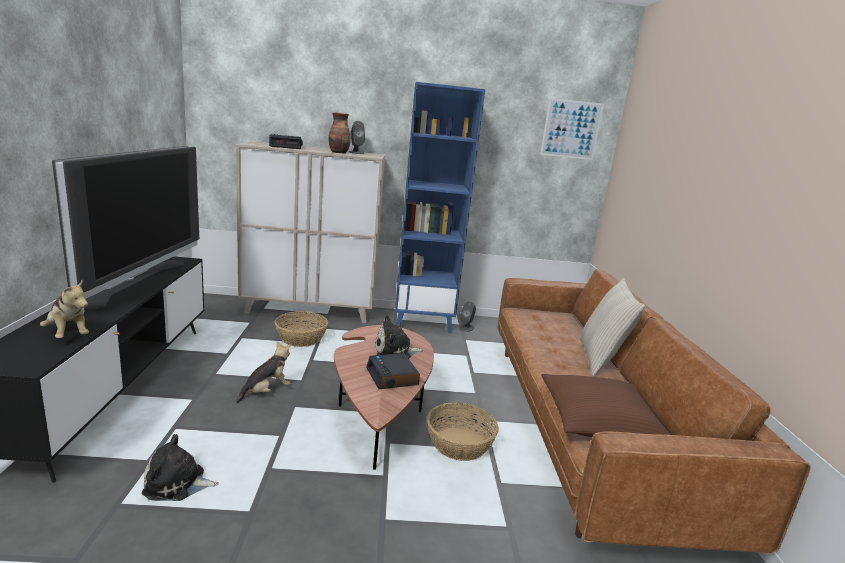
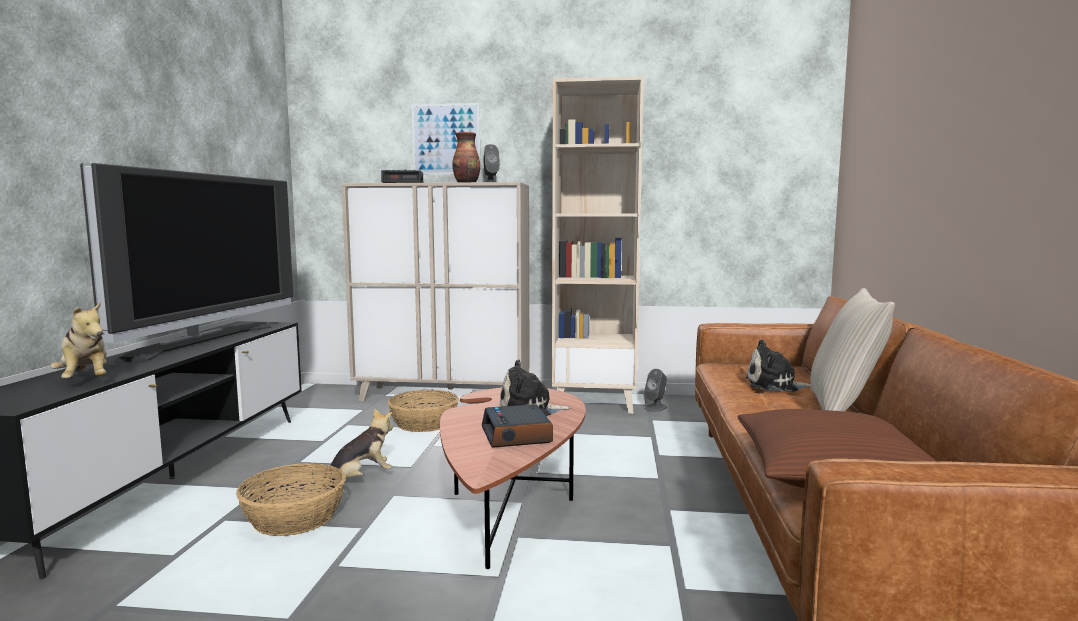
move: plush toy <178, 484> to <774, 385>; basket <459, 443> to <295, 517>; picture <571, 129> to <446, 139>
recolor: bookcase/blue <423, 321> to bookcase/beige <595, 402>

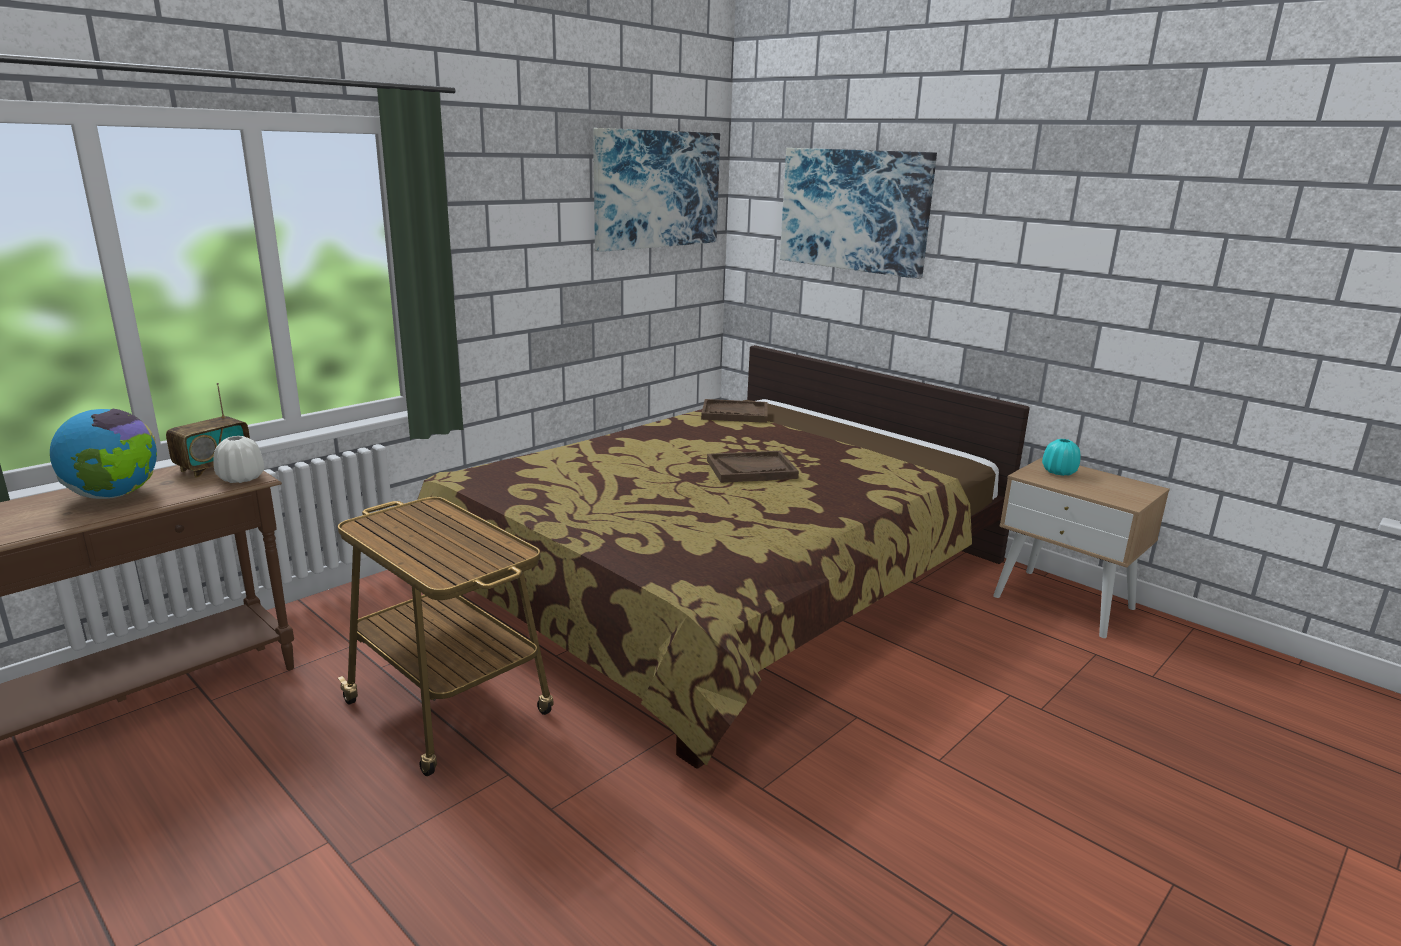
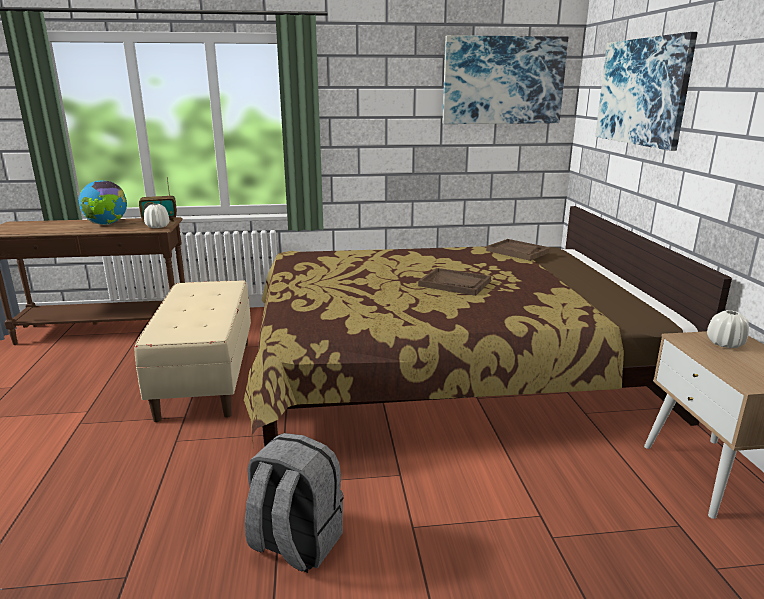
insert: backpack/grey <295, 543>
replace: cart <450, 710> to bench/beige <207, 378>
recolor: vase/turquoise <1059, 472> to vase/white <725, 344>

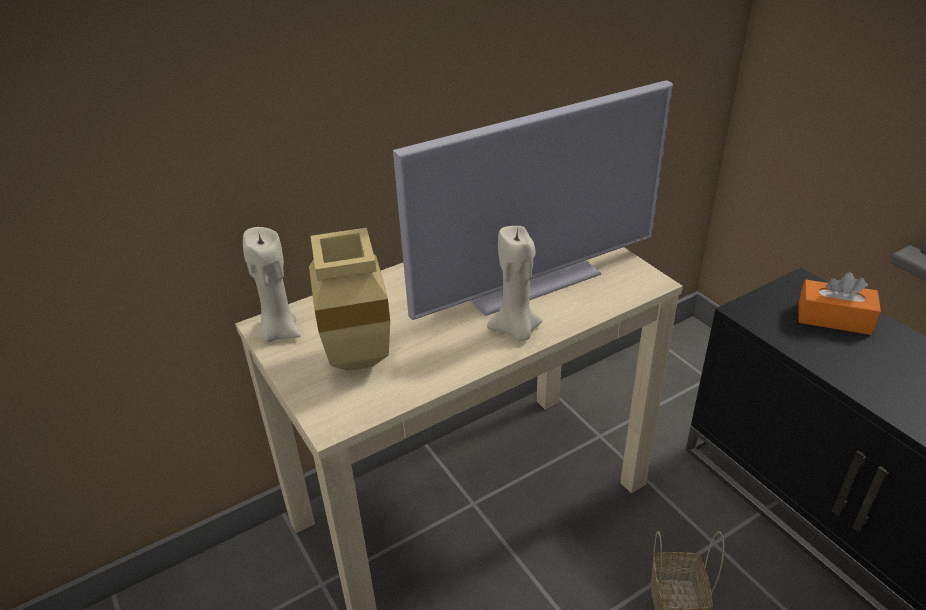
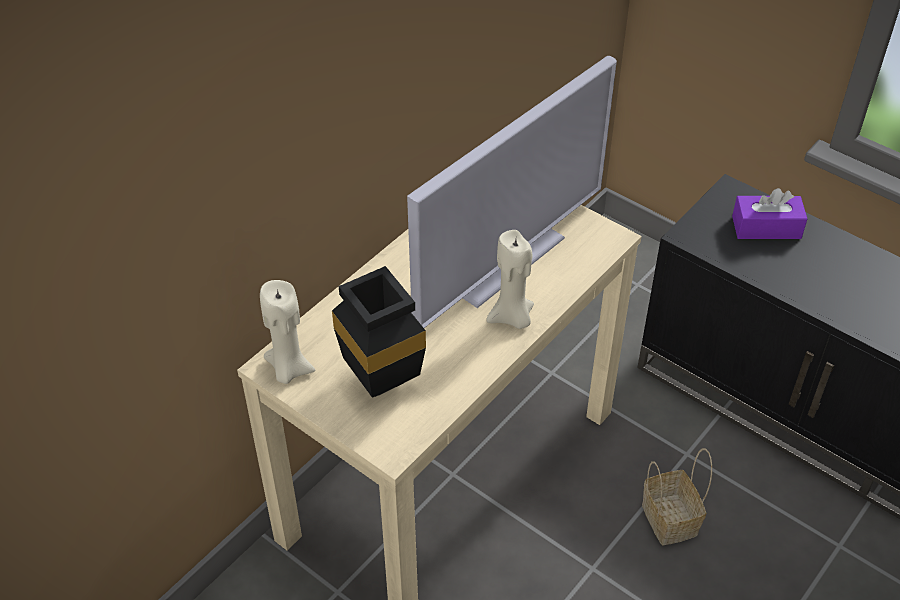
recolor: vase/beige <355, 357> to vase/black <378, 380>; tissue box/orange <834, 318> to tissue box/purple <766, 227>

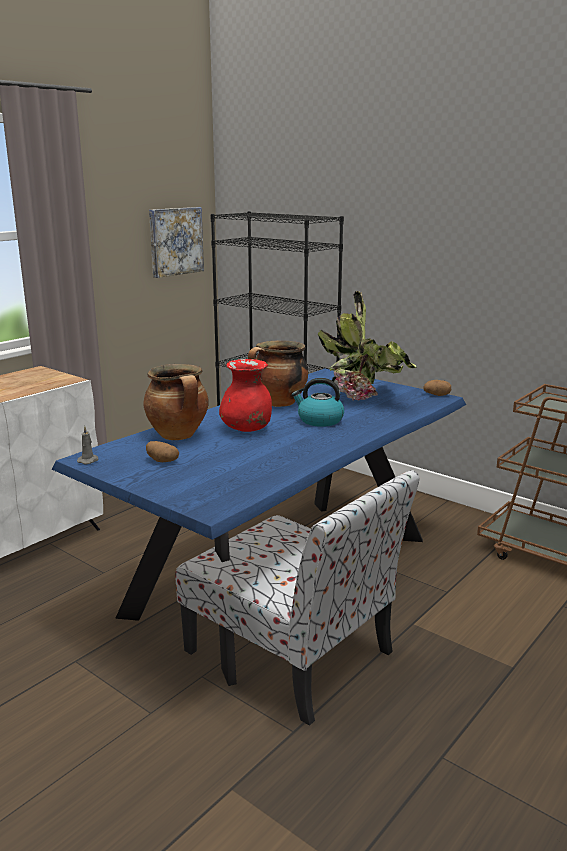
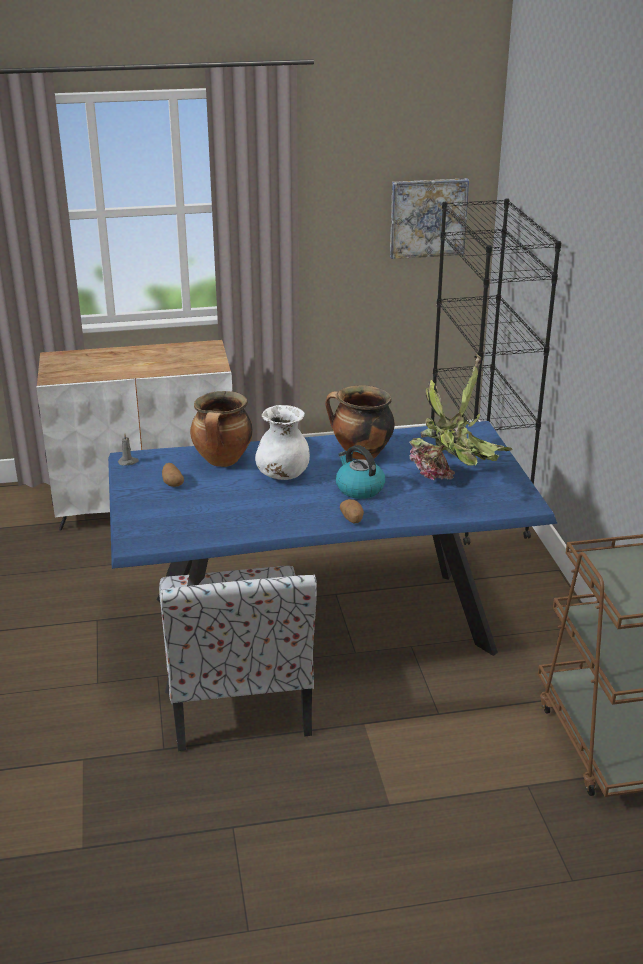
move: potato <437, 395> to <352, 519>
recolor: vase/red <247, 429> to vase/white <283, 475>

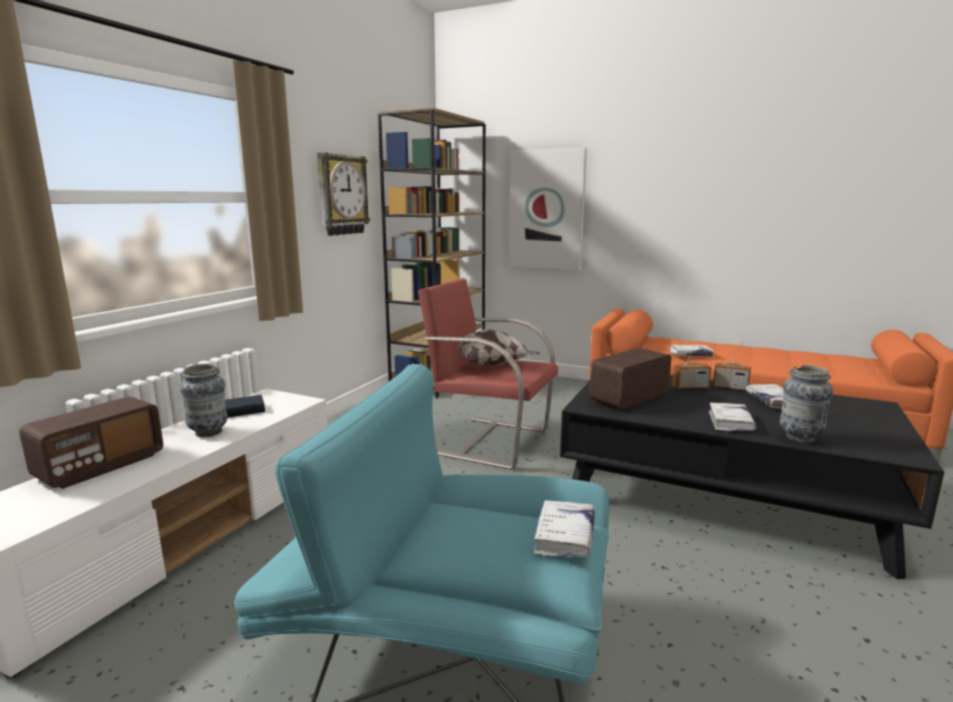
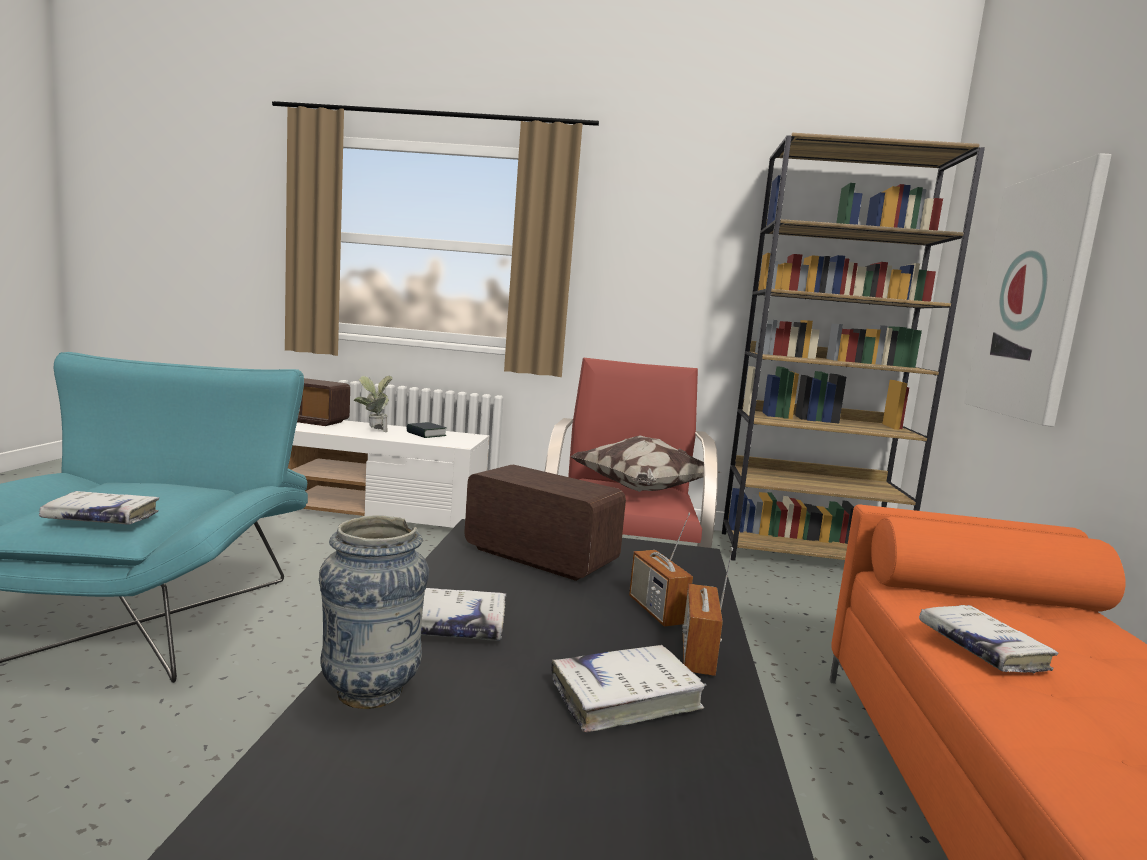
delete: wall clock <341, 195>
replace: vase <208, 432> to potted plant <373, 431>

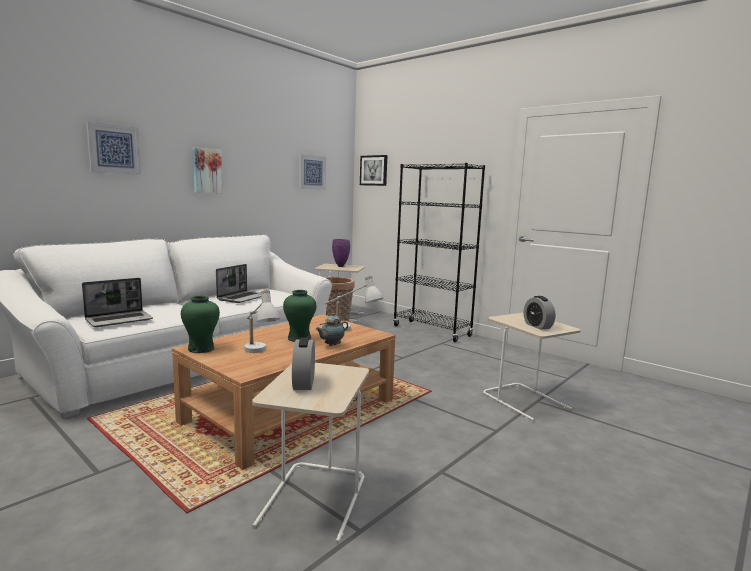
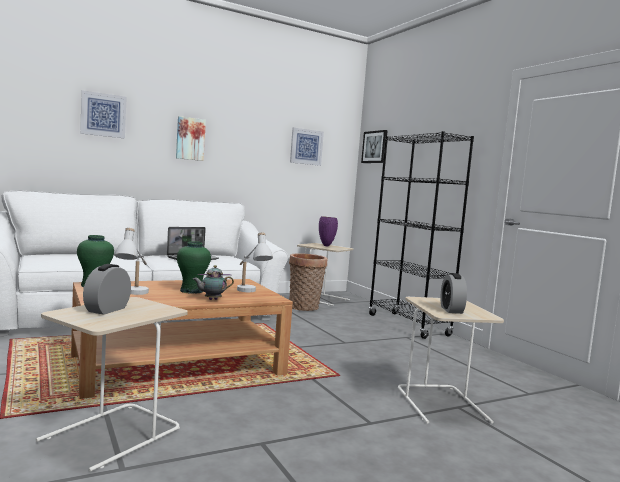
delete: laptop <120, 320>

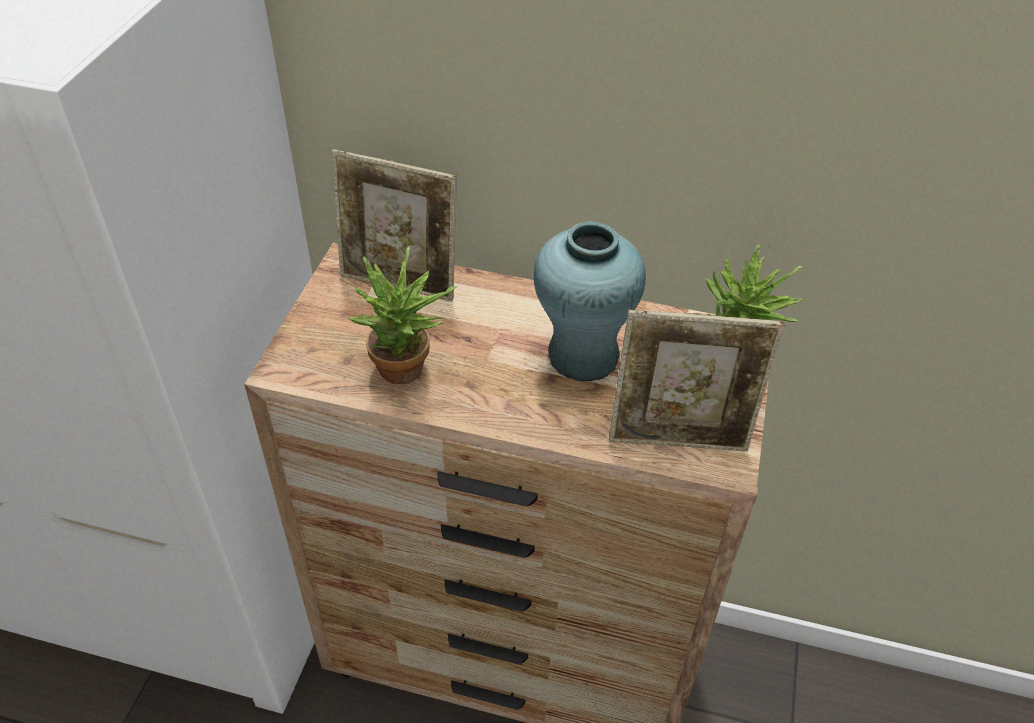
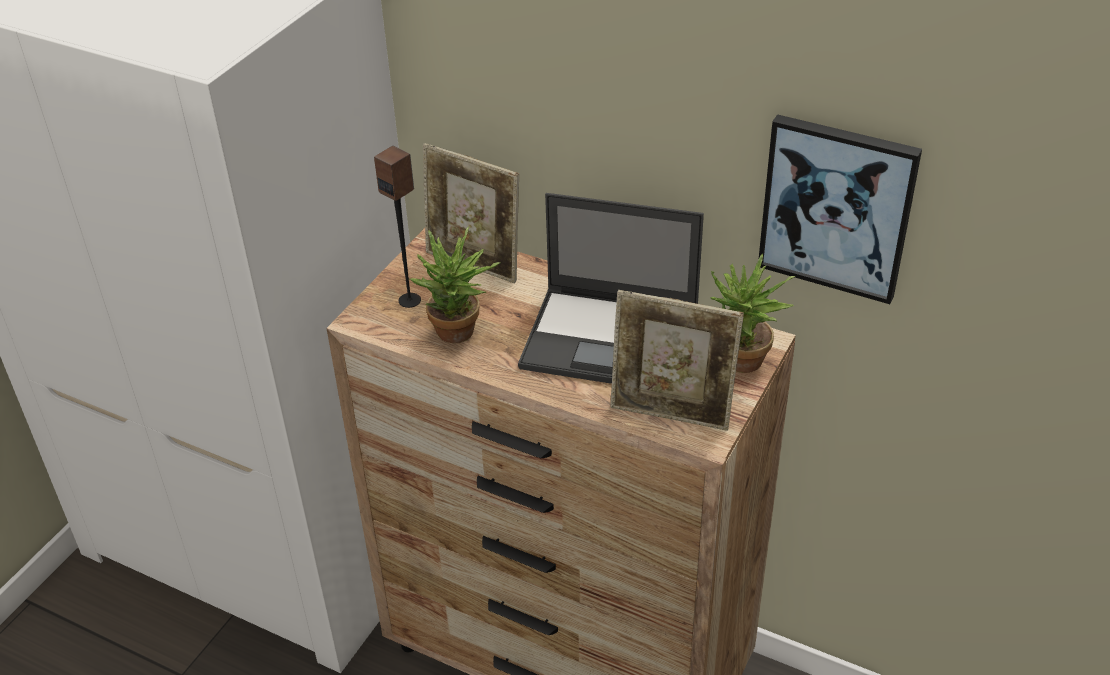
insert: speaker <410, 300>; picture <837, 207>
replace: vase/turquoise <582, 356> to laptop <612, 339>

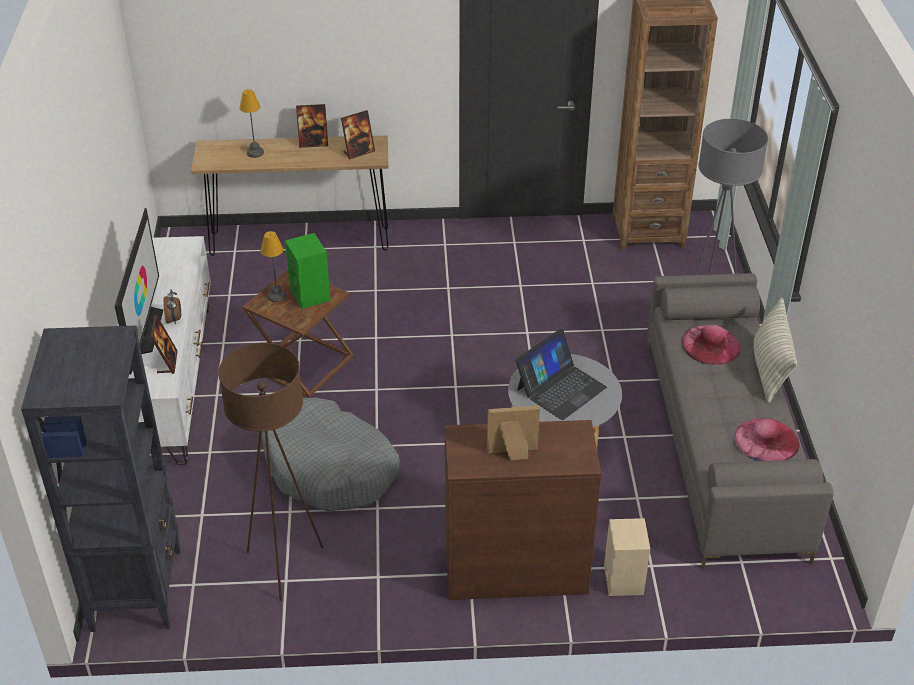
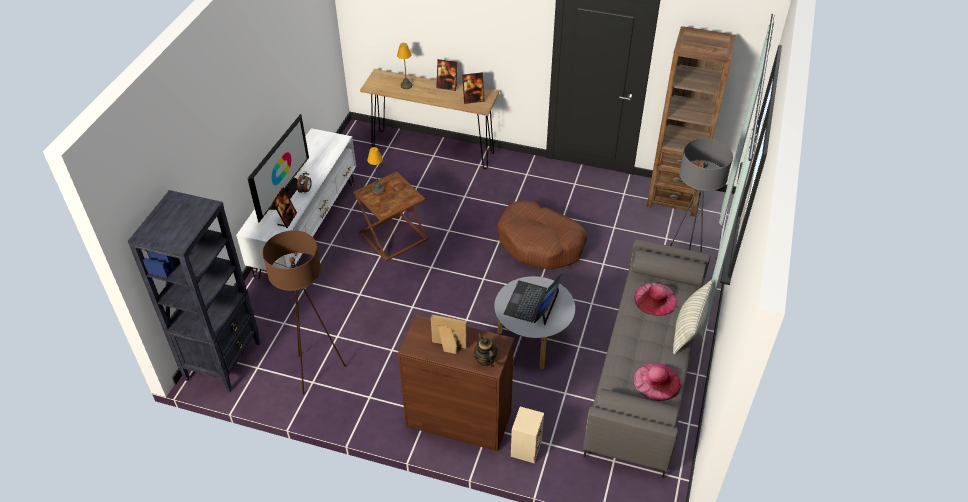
delete: dog bed/grey <330, 468>; speaker/green <311, 295>
insert: teapot <485, 360>; dog bed/brown <540, 243>
rotate: laptop <560, 388> = <532, 303> 135 degrees clockwise

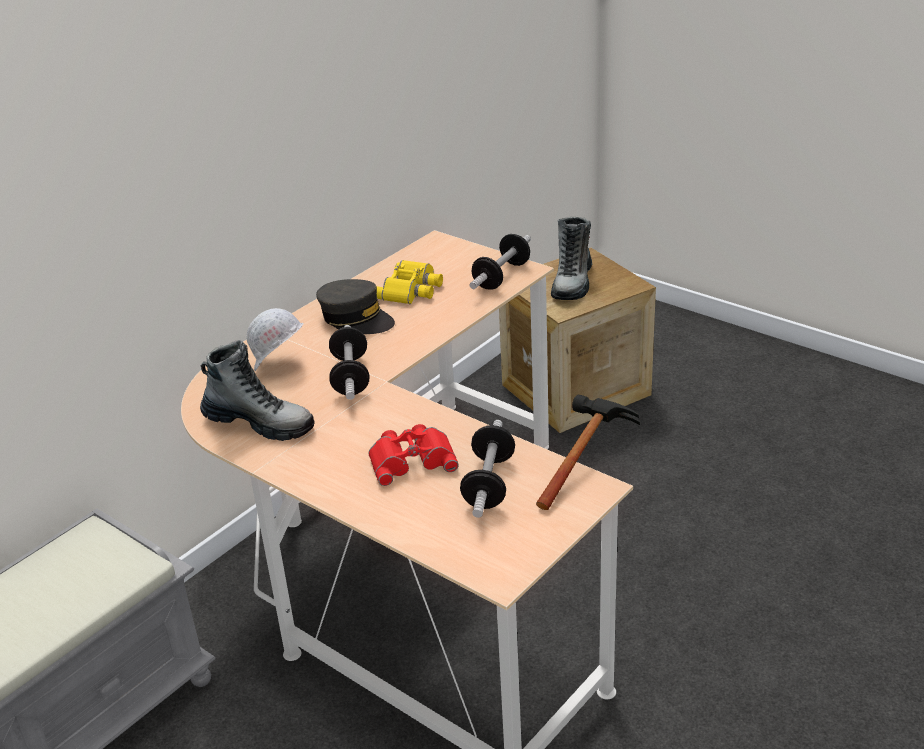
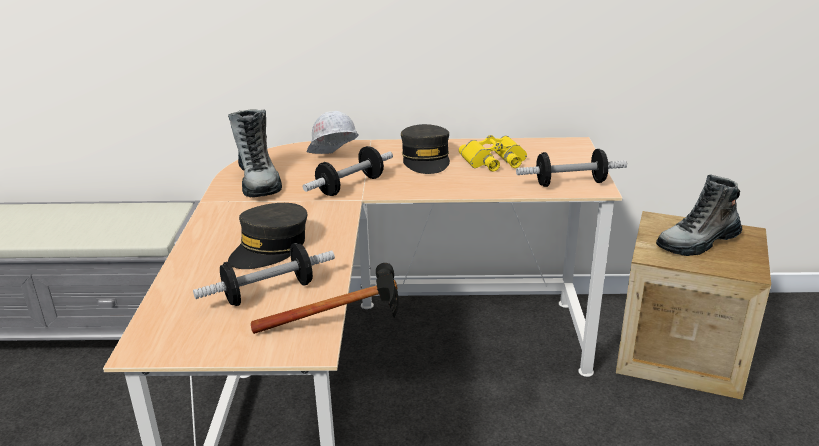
replace: binoculars/red <412, 459> to cap/grey <270, 248>

